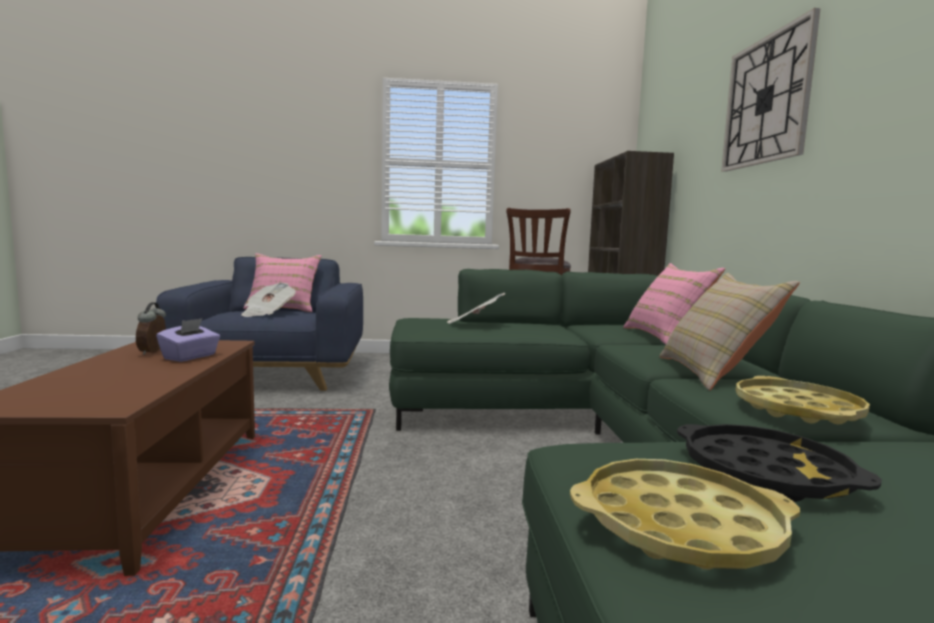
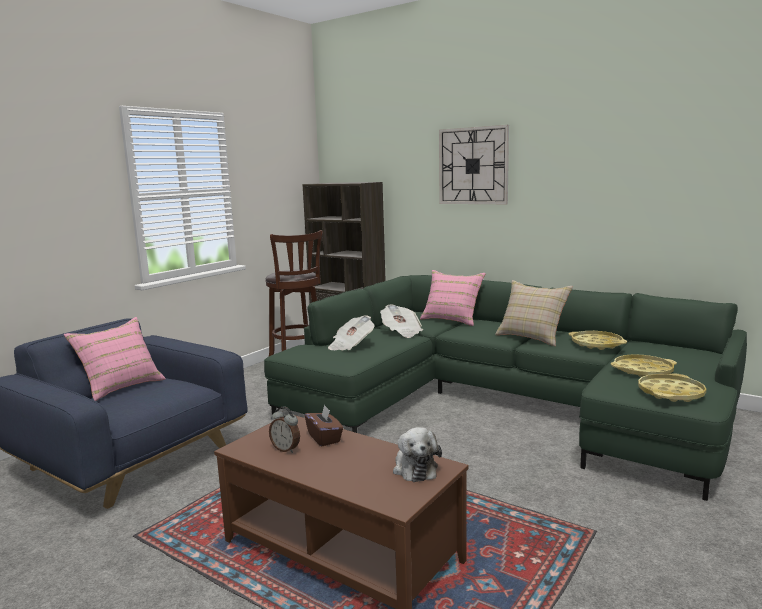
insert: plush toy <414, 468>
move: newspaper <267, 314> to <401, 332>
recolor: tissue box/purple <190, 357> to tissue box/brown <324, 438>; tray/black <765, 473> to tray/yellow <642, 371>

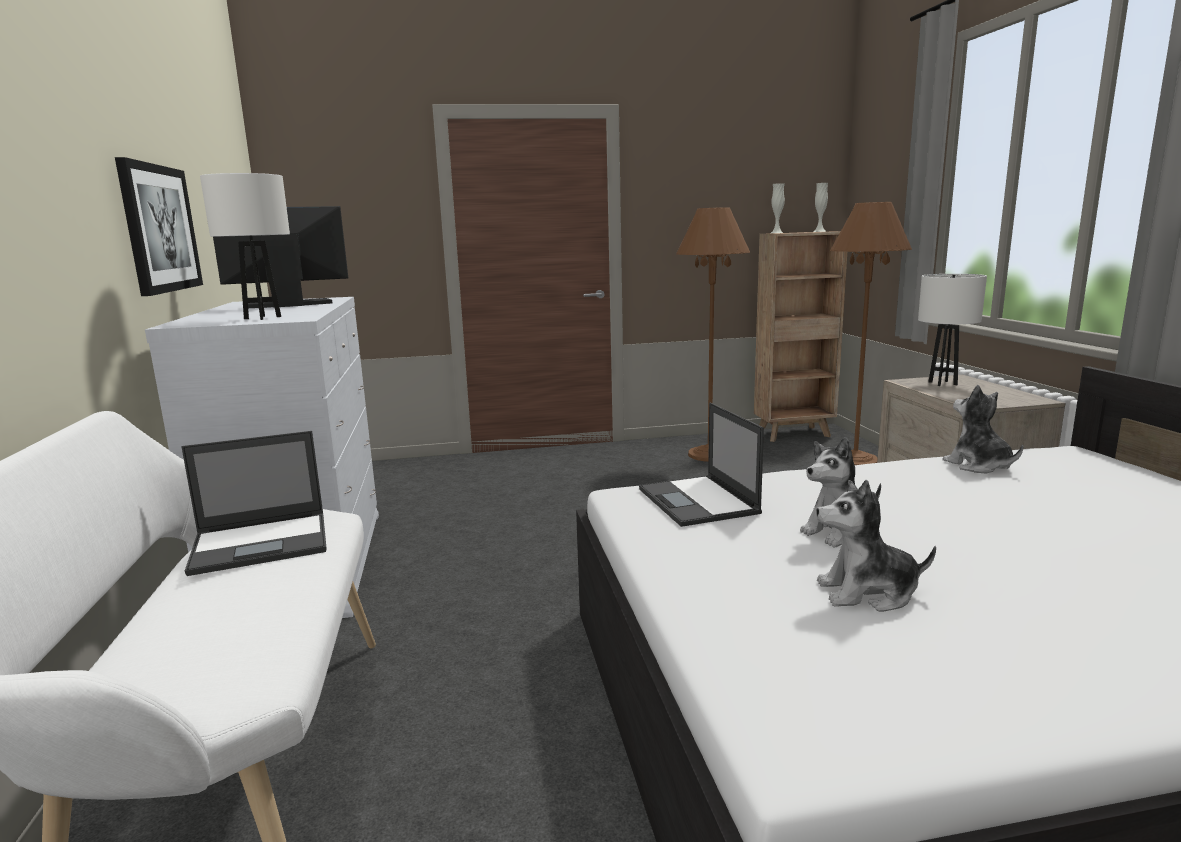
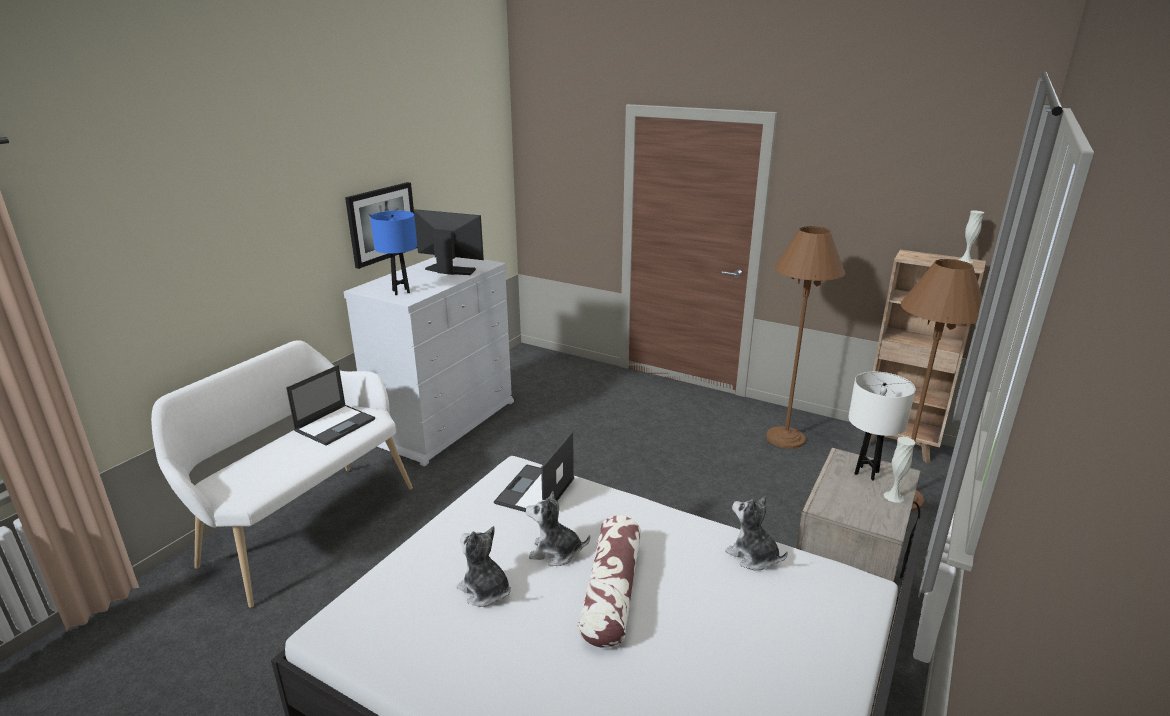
insert: pillow <611, 592>
move: vase/white <776, 233> to <893, 496>
recolor: table lamp/white <263, 318> to table lamp/blue <401, 292>
rotate: laptop <263, 543> = <336, 424> 75 degrees counterclockwise; plush toy <978, 466> = <753, 556> 60 degrees counterclockwise

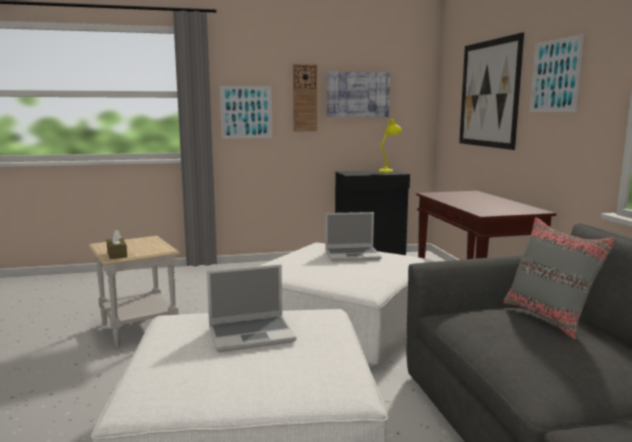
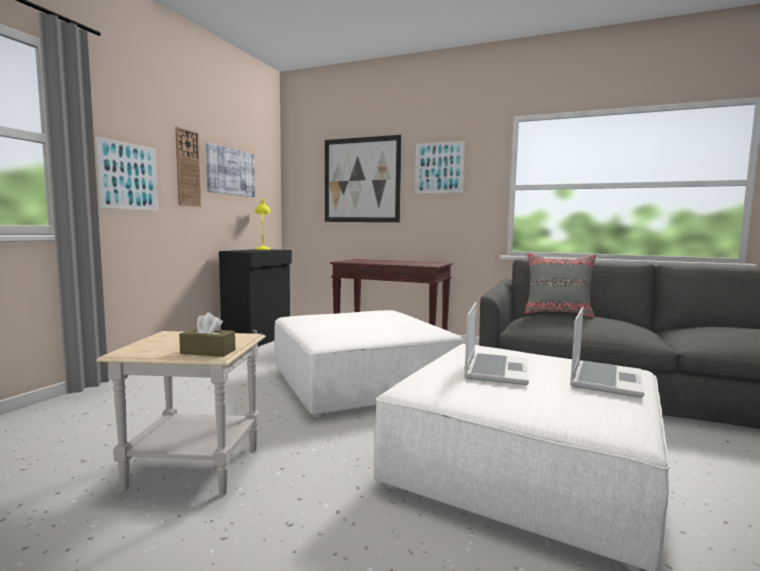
move: laptop <353, 255> to <604, 379>

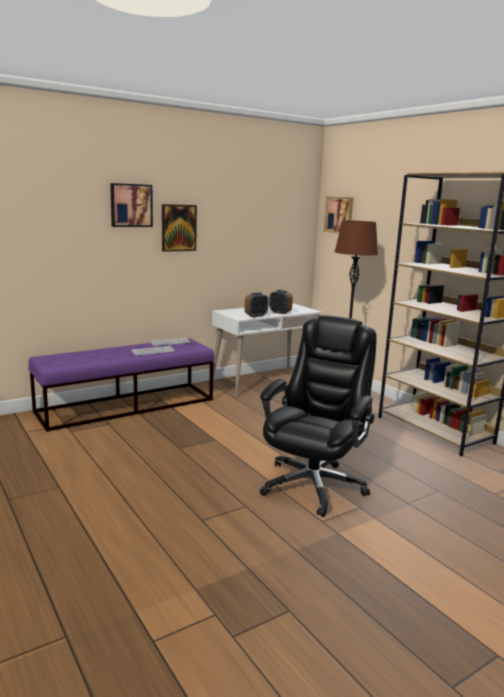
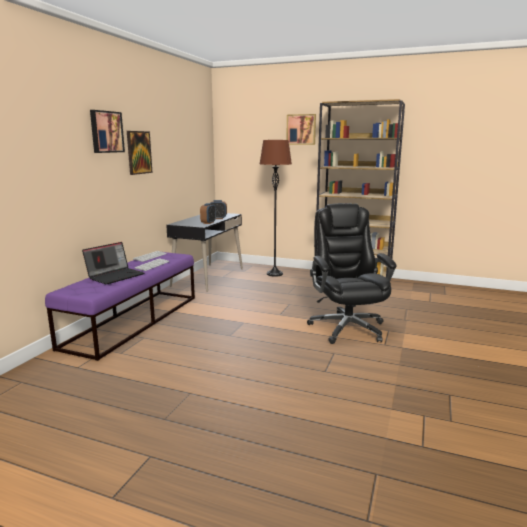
insert: laptop <115, 276>
move: picture <339, 215> to <301, 129>
recolor: desk/white <264, 381> to desk/black <208, 277>

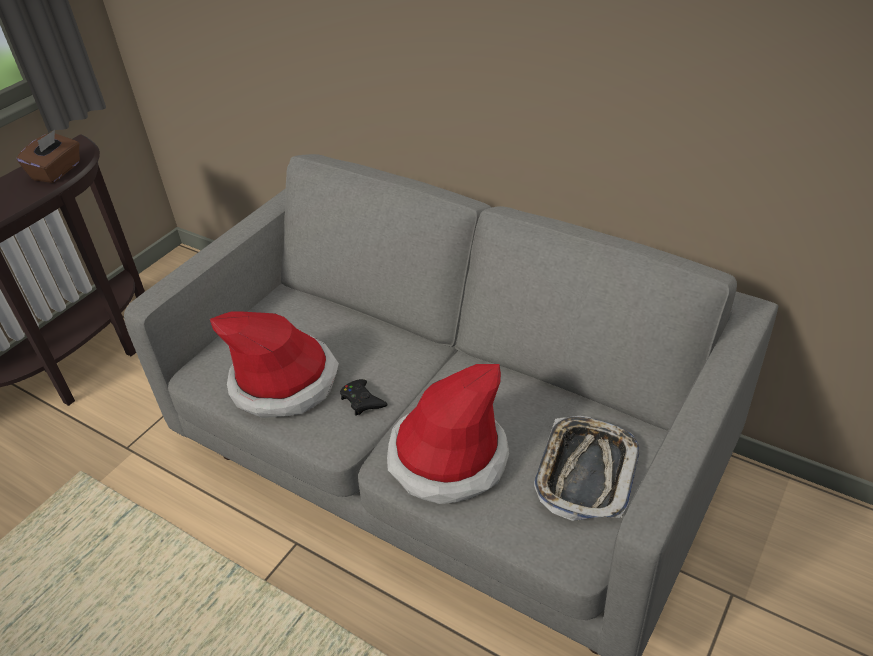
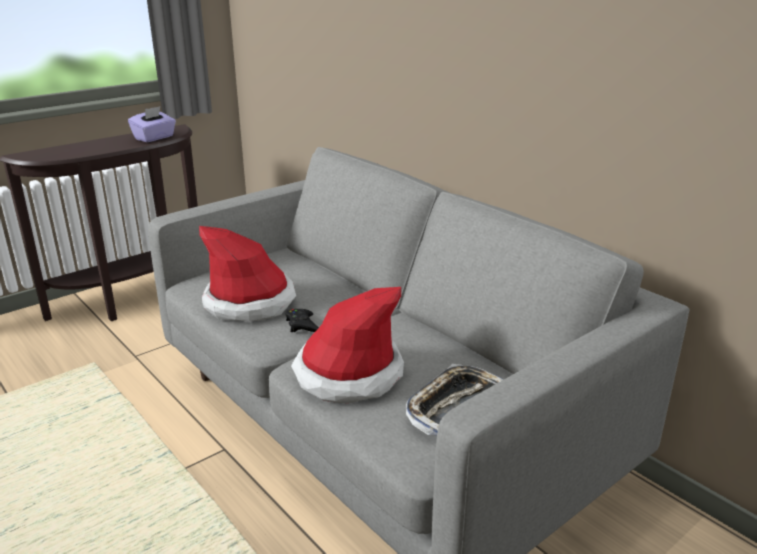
recolor: tissue box/brown <57, 171> to tissue box/purple <154, 138>

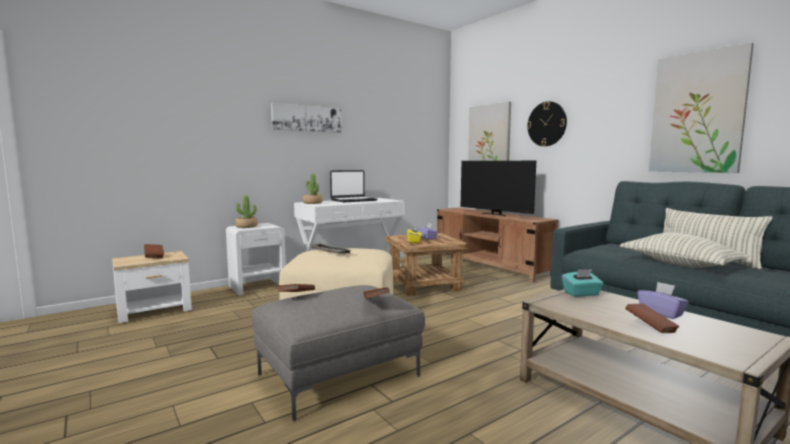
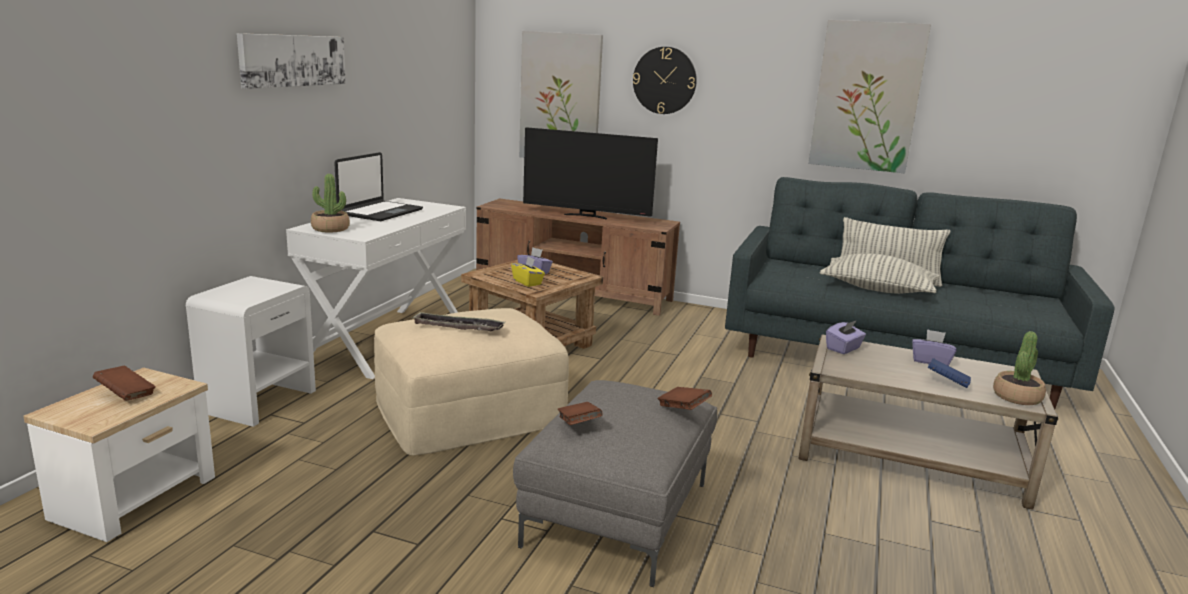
move: potted plant <246, 226> to <1017, 397>
recolor: tissue box/turquoise <581, 294> to tissue box/purple <843, 349>; book/brown <650, 328> to book/blue <947, 383>

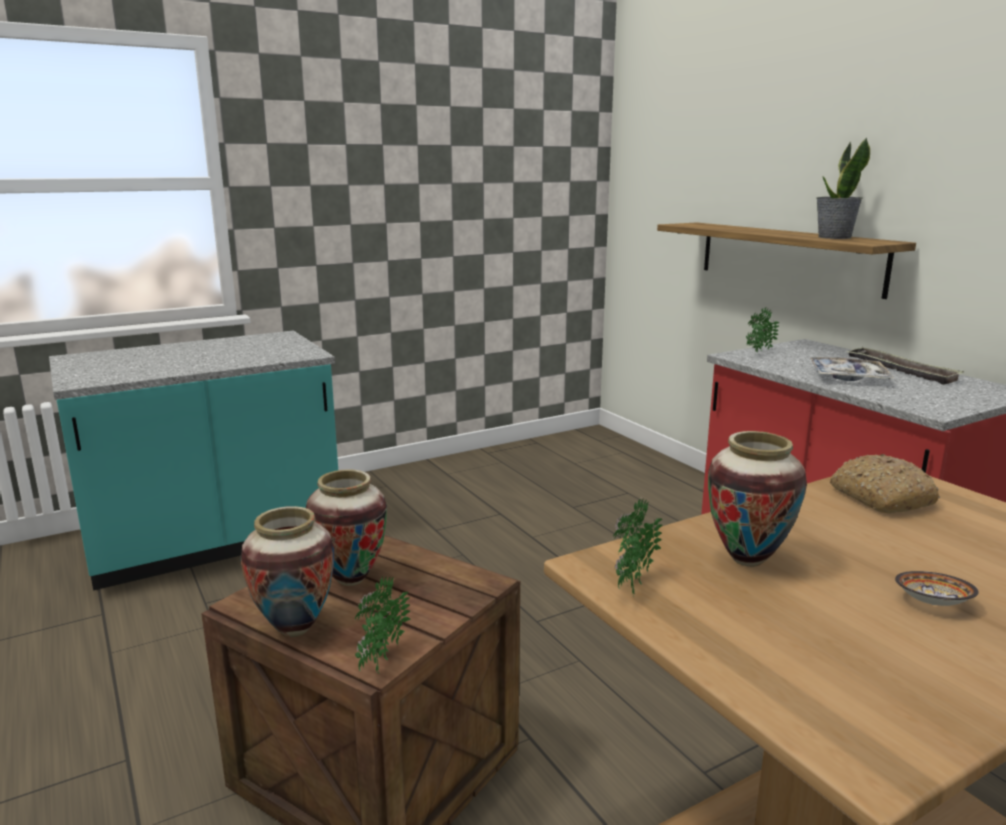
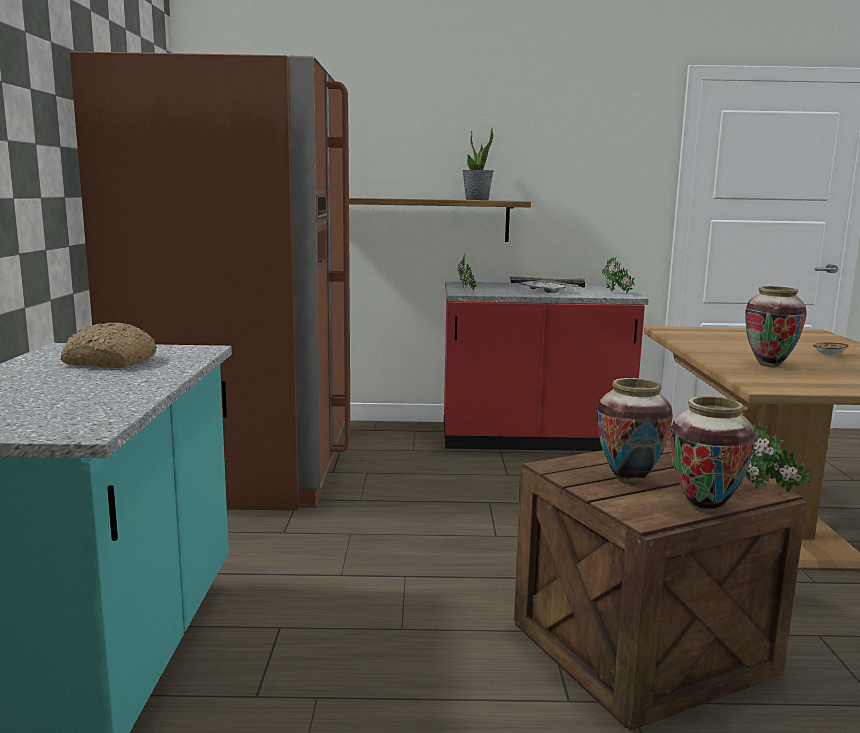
insert: fridge/brown <243, 467>
move: potted plant <630, 586> to <616, 293>; bread <880, 498> to <109, 362>

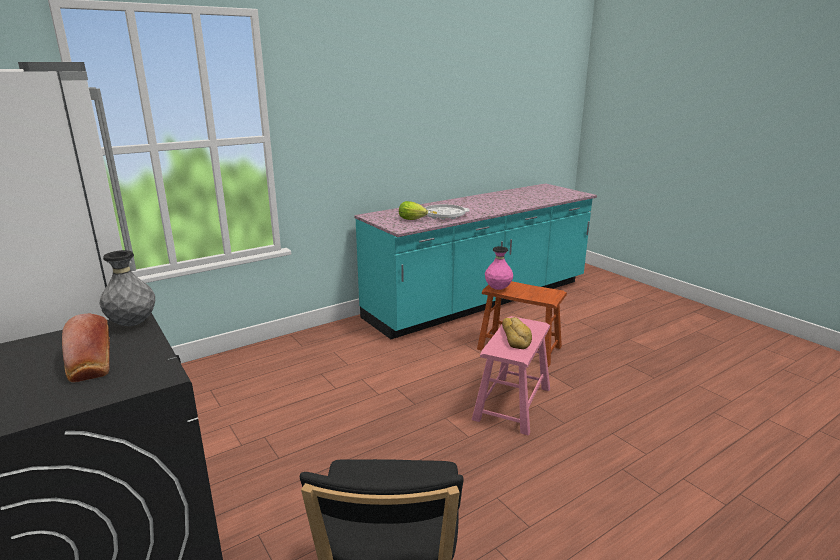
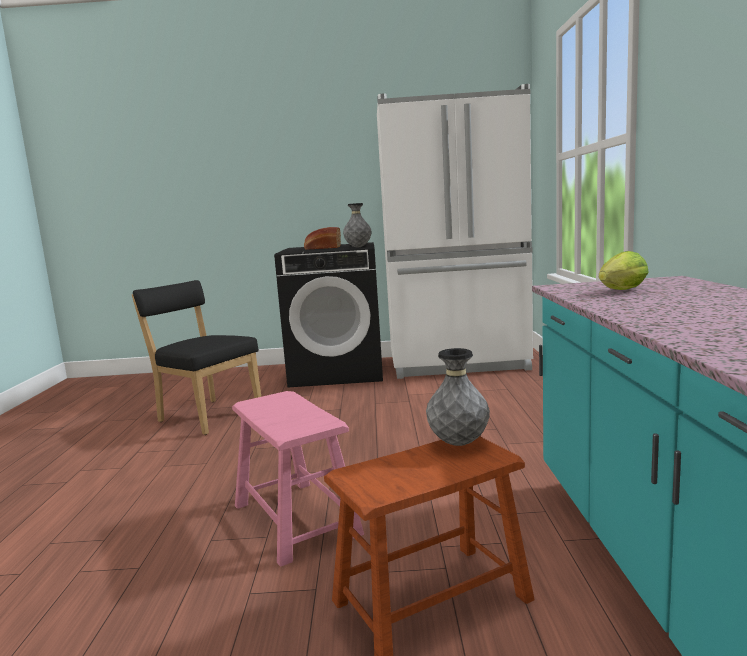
delete: tray/white <444, 215>; bread <516, 337>
recolor: vase/pink <498, 289> to vase/grey <458, 443>

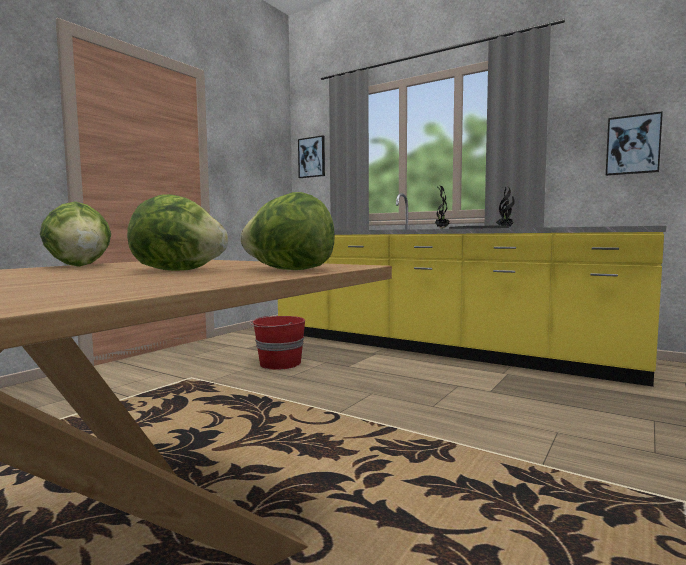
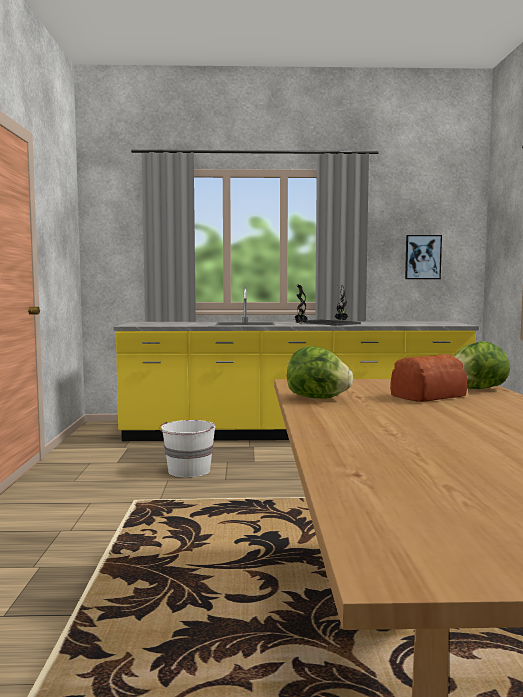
delete: picture <312, 157>
replace: lettuce <178, 270> to bread <426, 396>
recolor: bucket/red <279, 364> to bucket/white <189, 471>

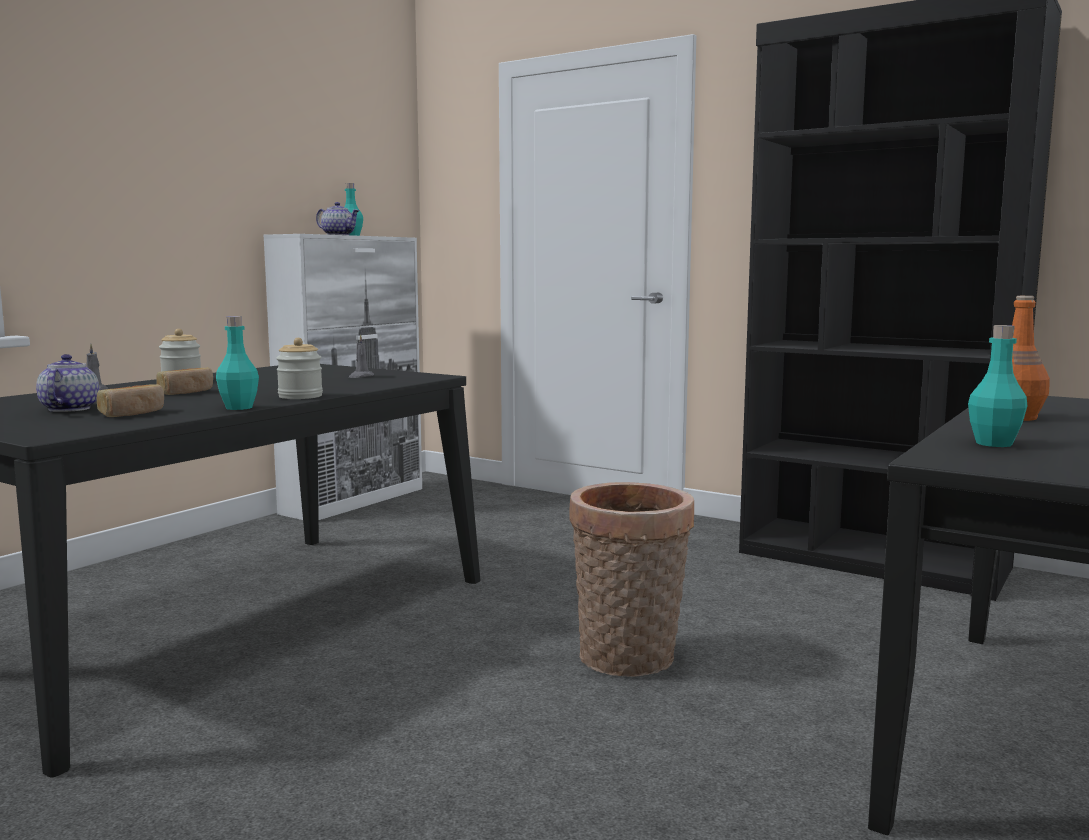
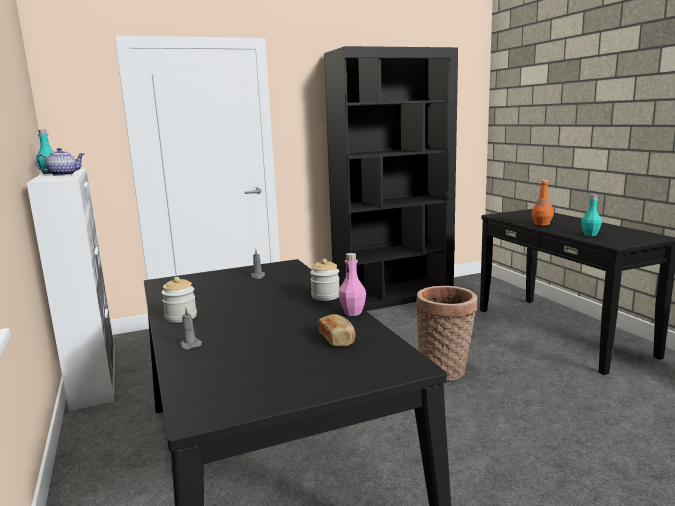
delete: teapot <69, 409>; bread <186, 392>
recolor: bottle/turquoise <239, 408> to bottle/pink <352, 312>

